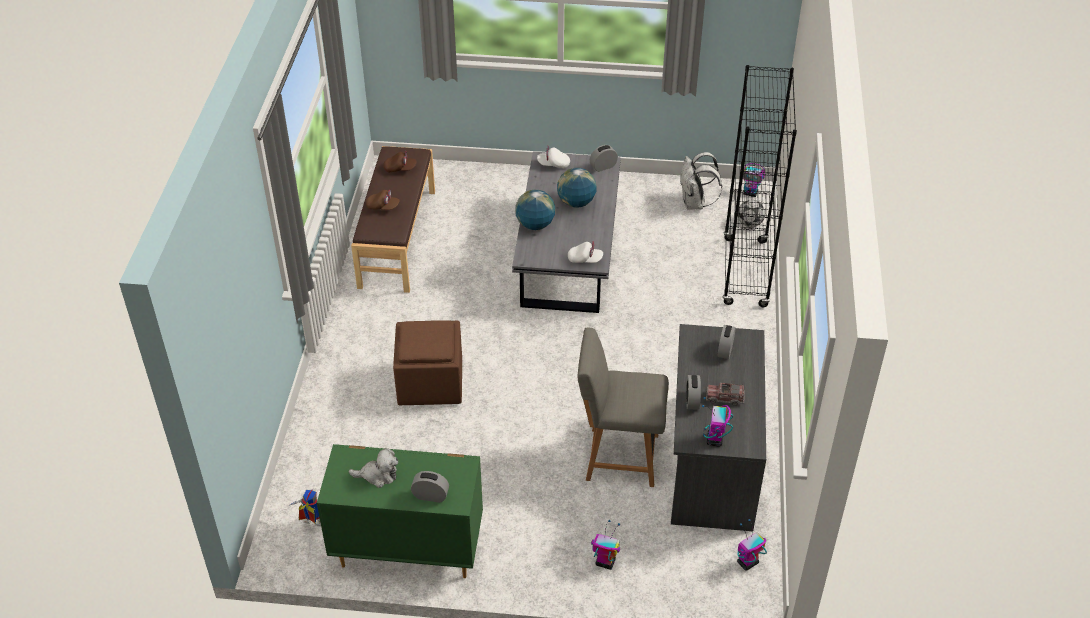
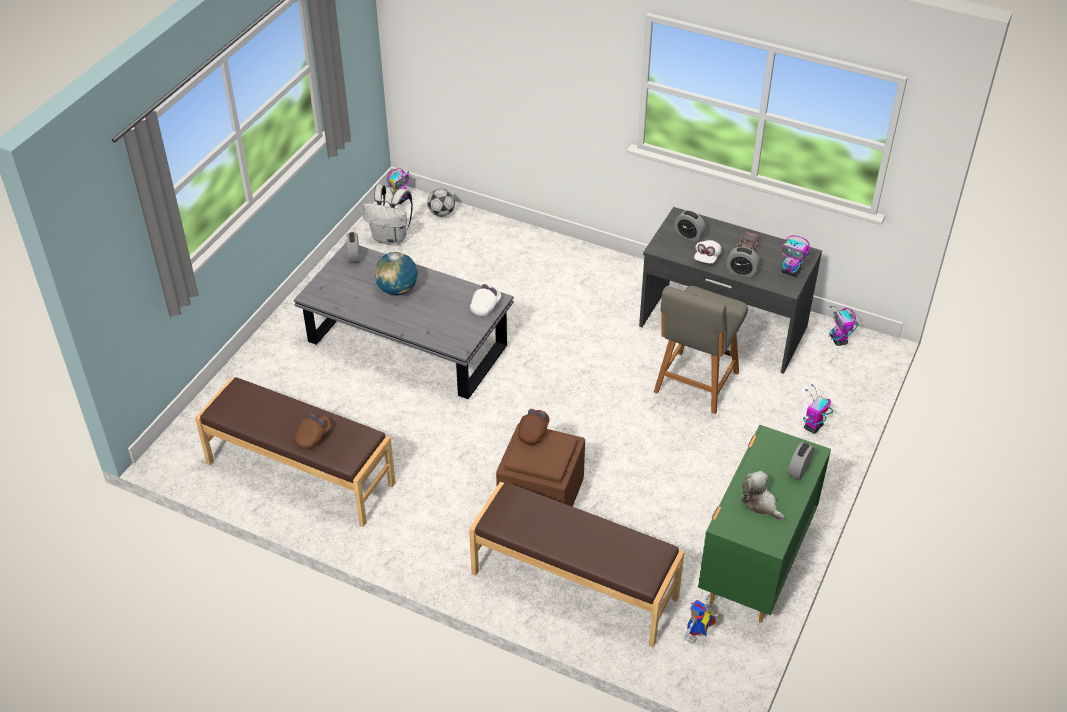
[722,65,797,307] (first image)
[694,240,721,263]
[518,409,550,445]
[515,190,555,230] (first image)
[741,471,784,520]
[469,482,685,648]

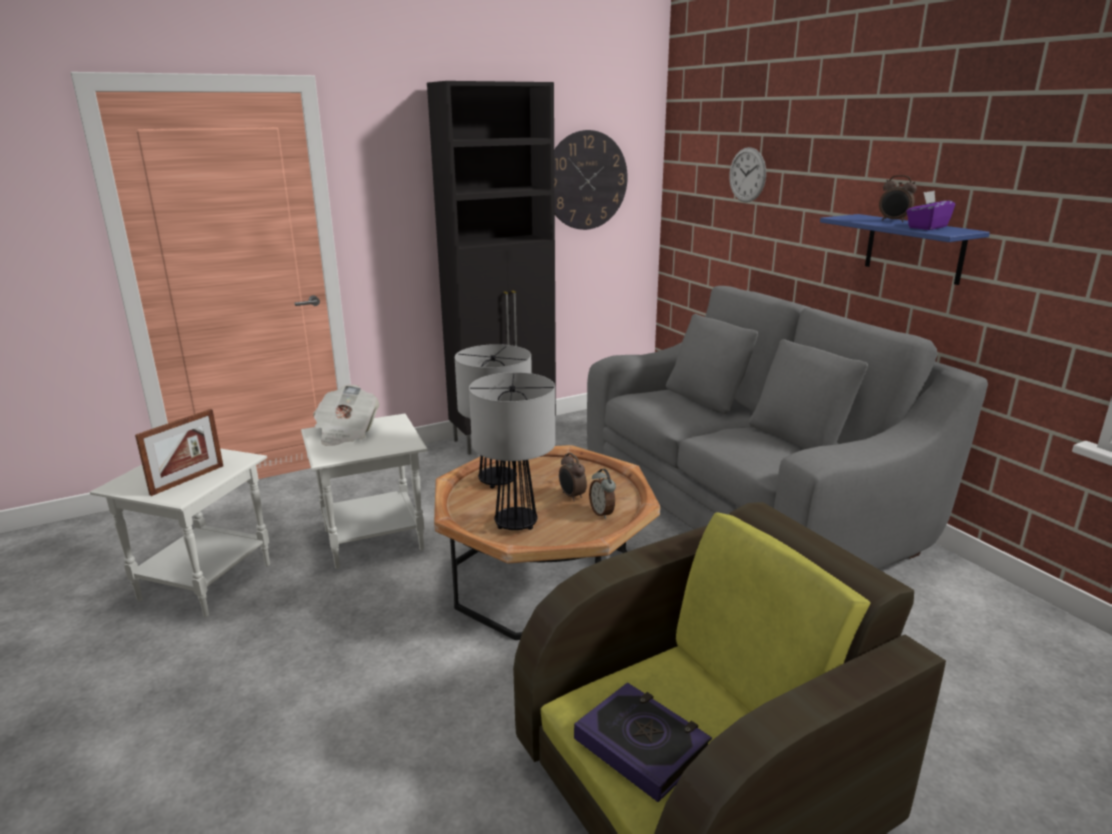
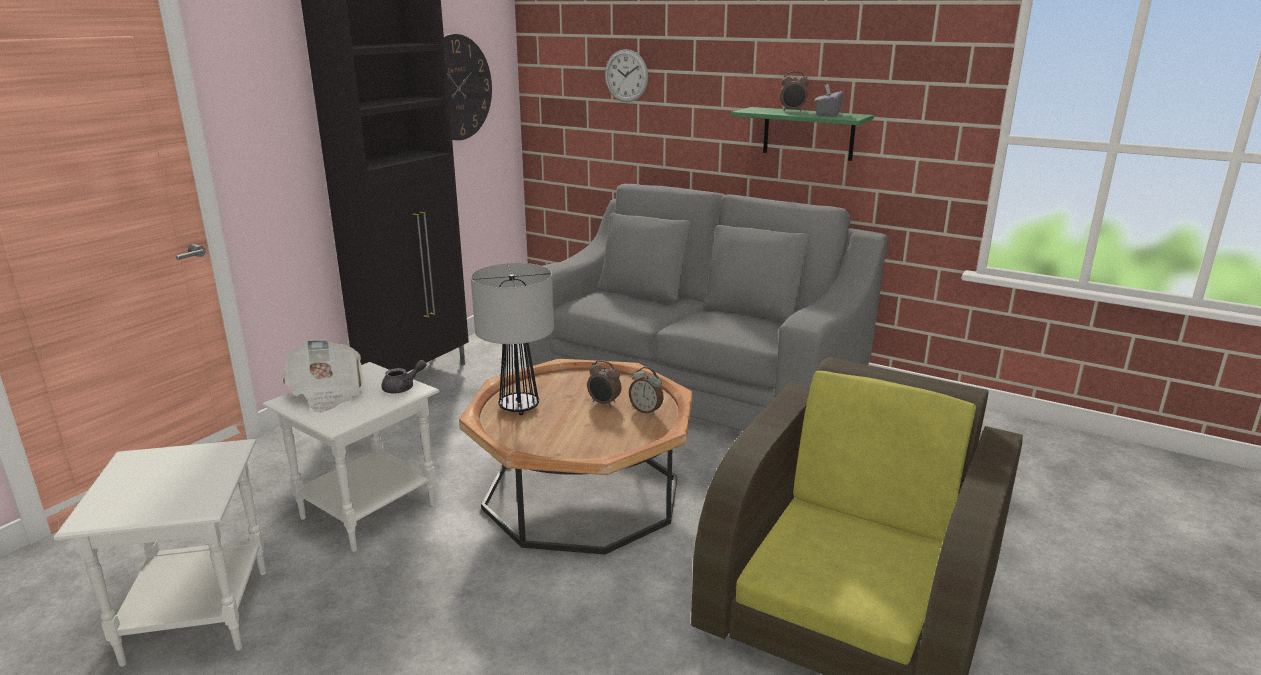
[815,83,844,116]
[731,107,874,161]
[469,372,556,530] (first image)
[135,409,223,496] (first image)
[574,682,712,802] (first image)
[381,360,426,393]

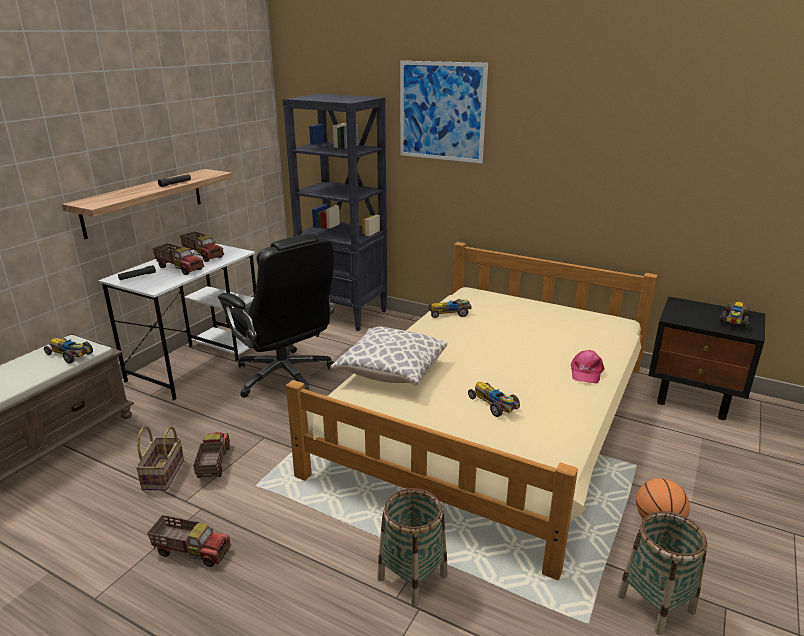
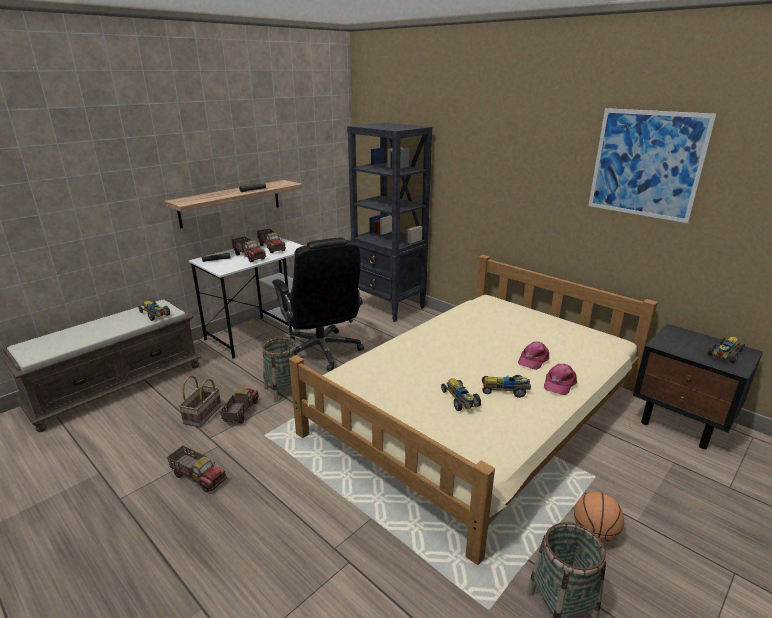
[588,108,717,223]
[482,375,531,398]
[330,327,447,386] (first image)
[262,336,297,402]
[518,341,549,370]

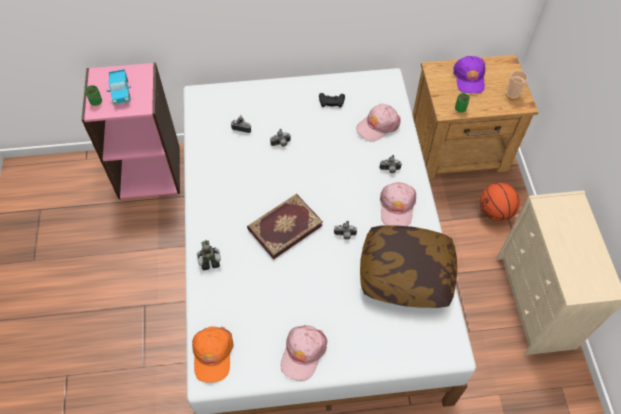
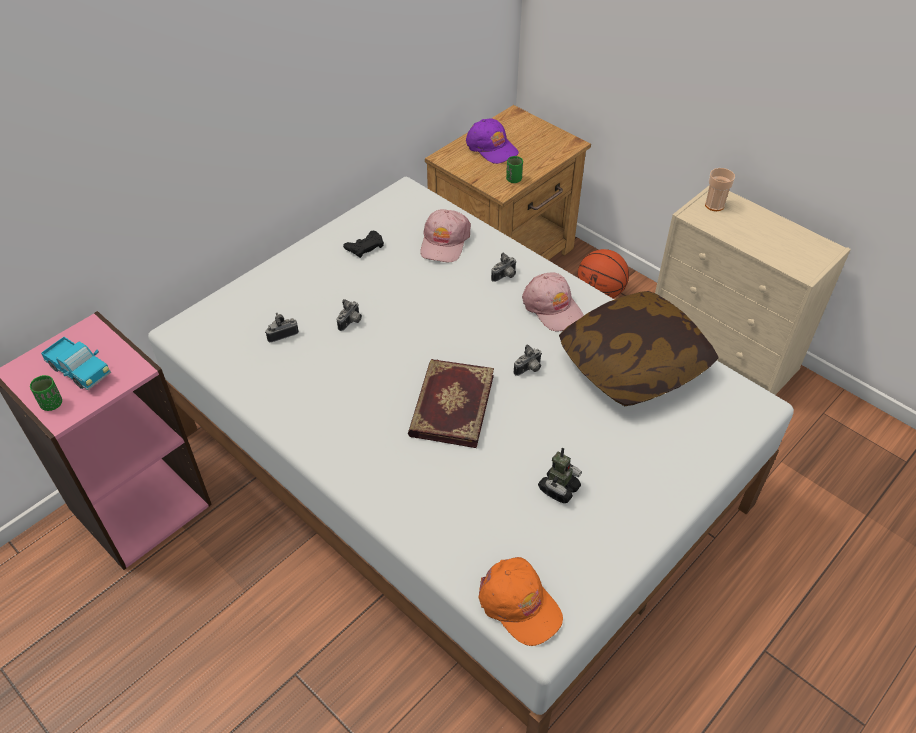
[705,168,735,211]
[538,447,582,503]
[281,325,327,381] (first image)

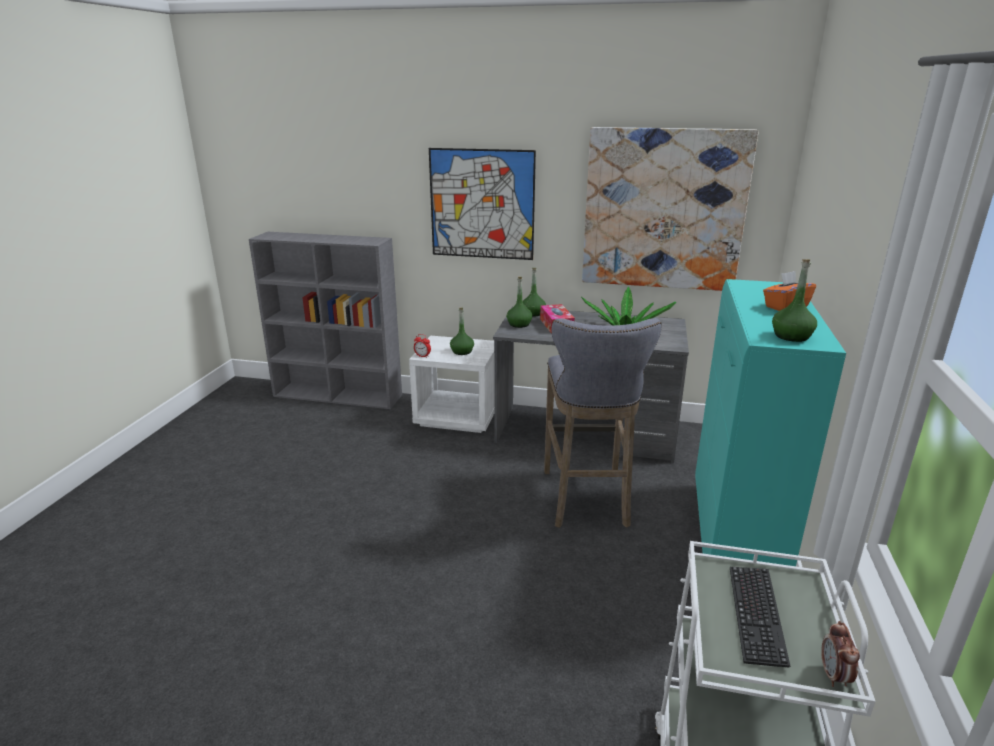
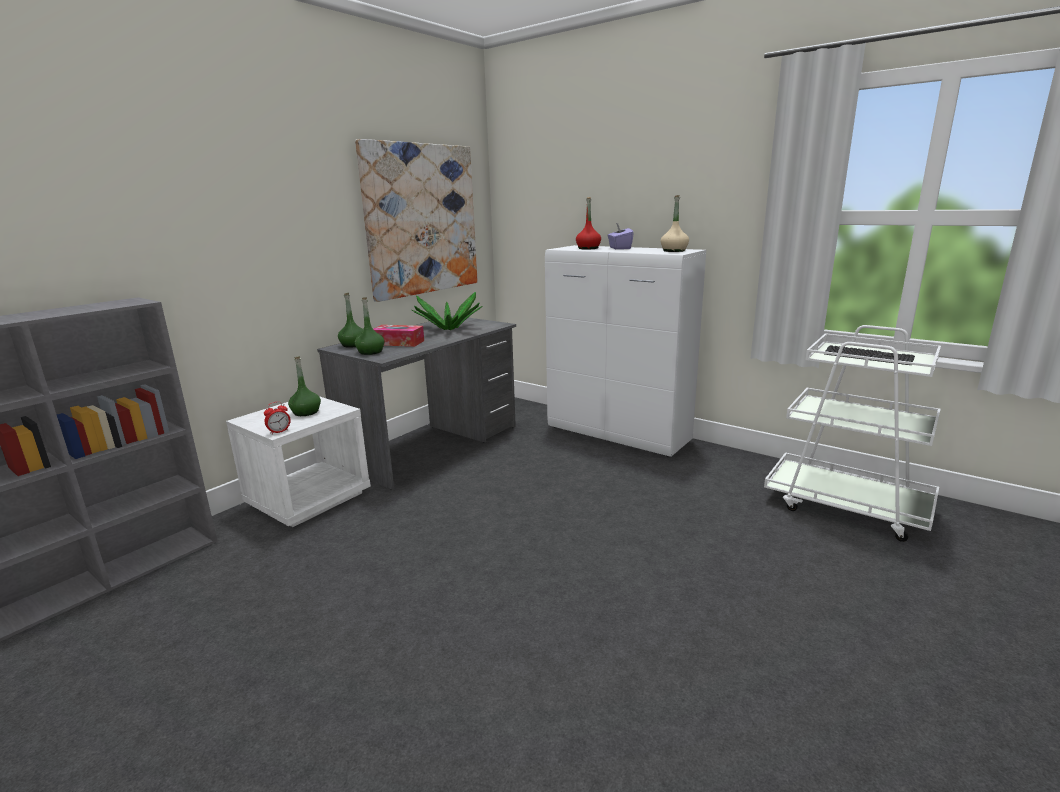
[429,148,536,260] (first image)
[661,195,689,252]
[607,223,634,249]
[545,245,706,457]
[544,318,662,528] (first image)
[821,621,860,687] (first image)
[576,197,601,249]

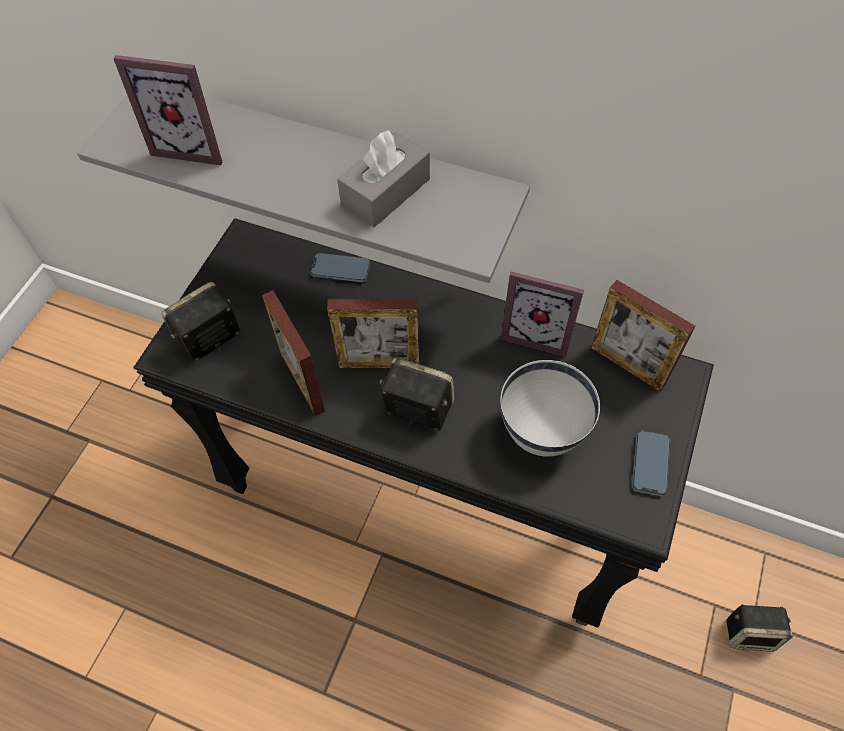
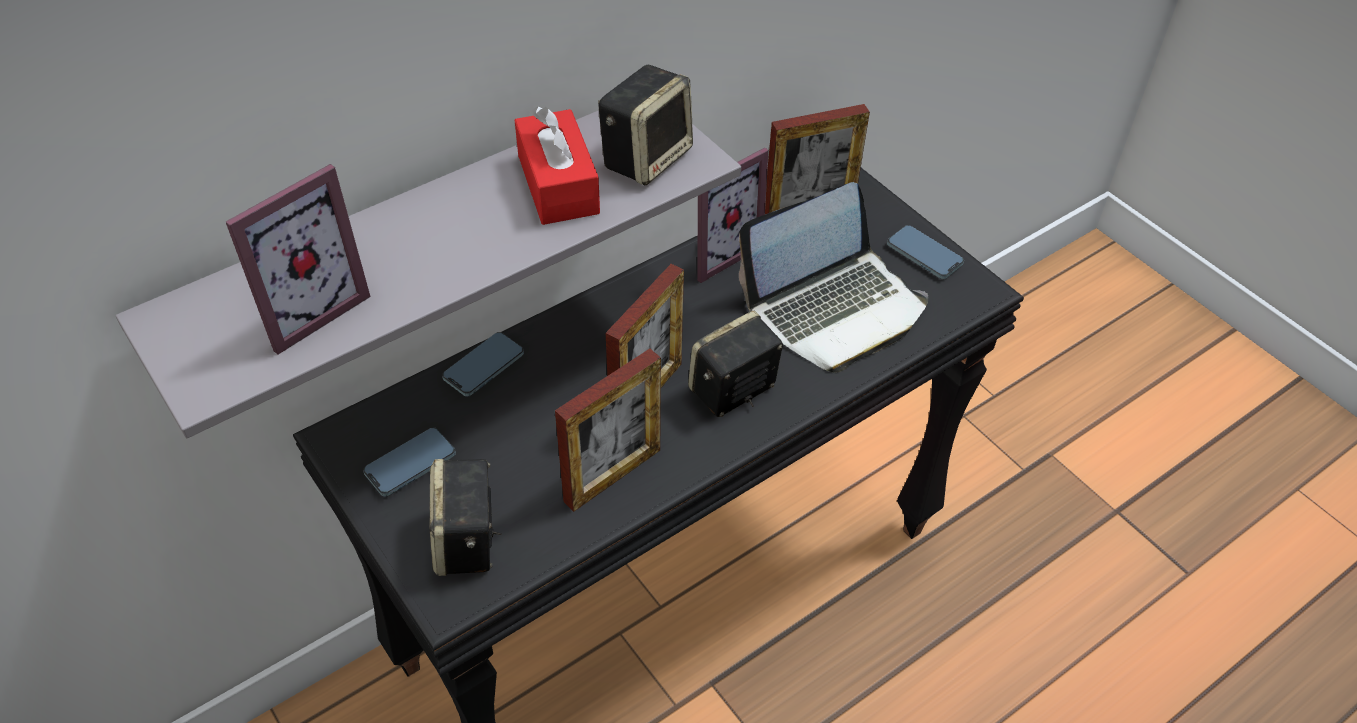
[515,107,600,225]
[555,349,661,512]
[739,182,929,373]
[598,65,693,185]
[363,427,456,497]

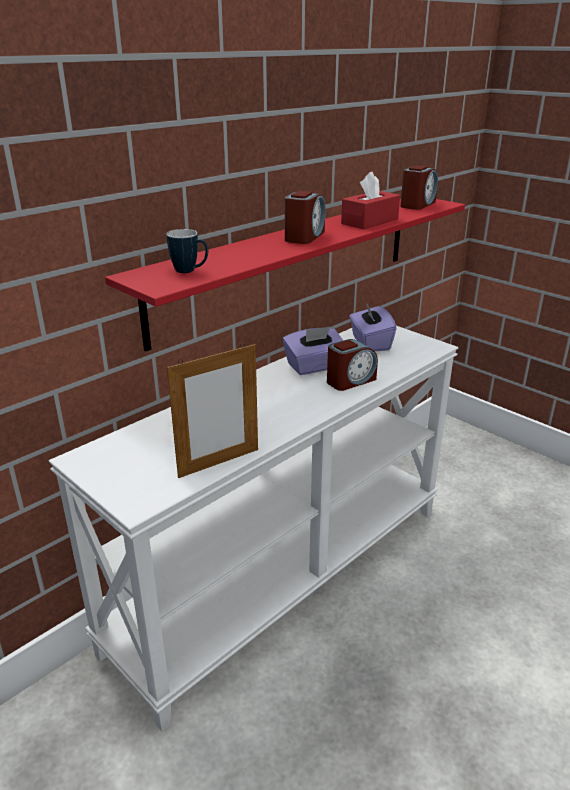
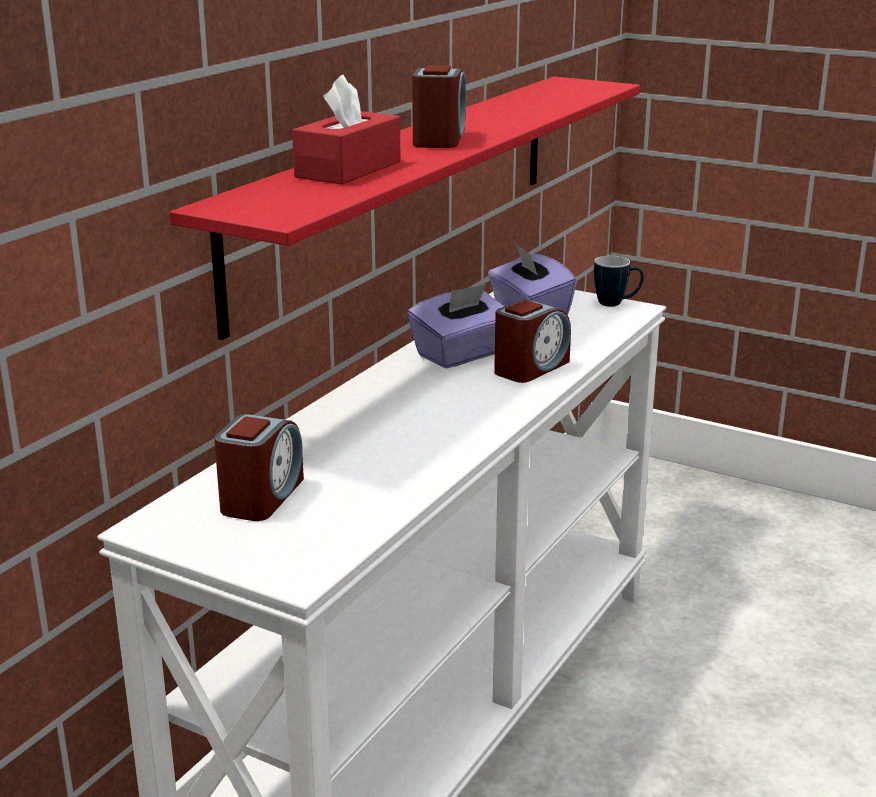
[214,414,304,521]
[292,75,401,185]
[594,256,644,307]
[167,343,258,478] (first image)

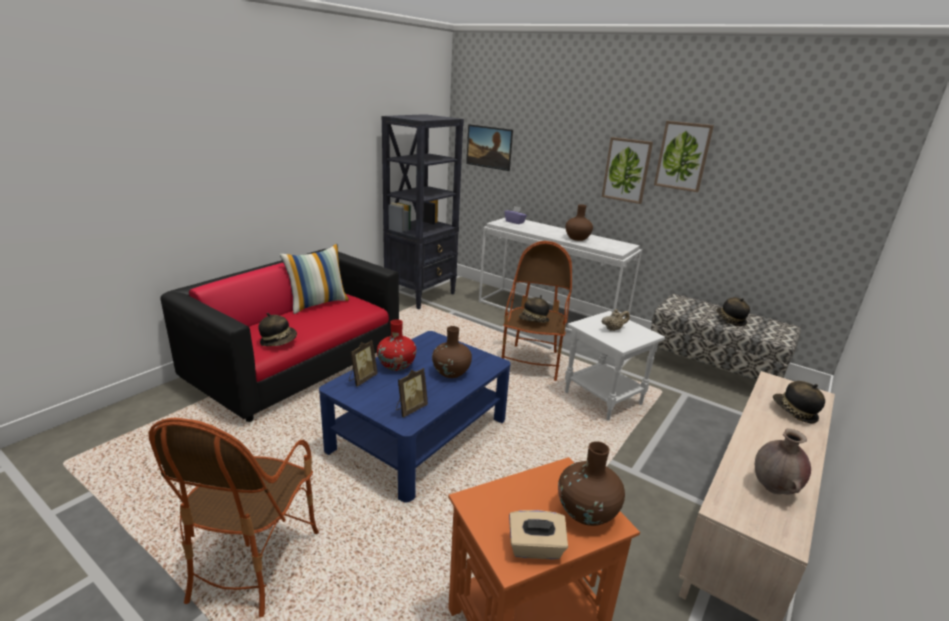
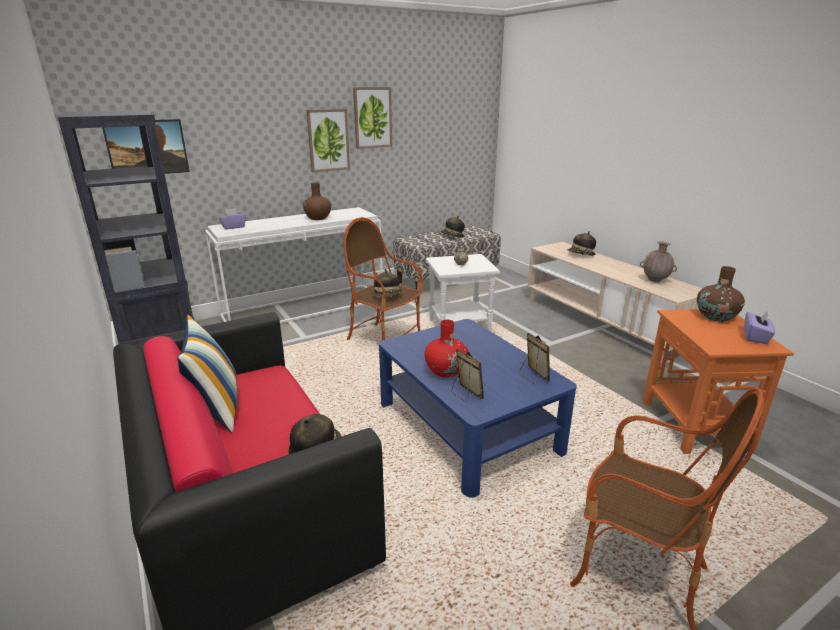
[432,326,472,378] (first image)
[744,311,775,344]

